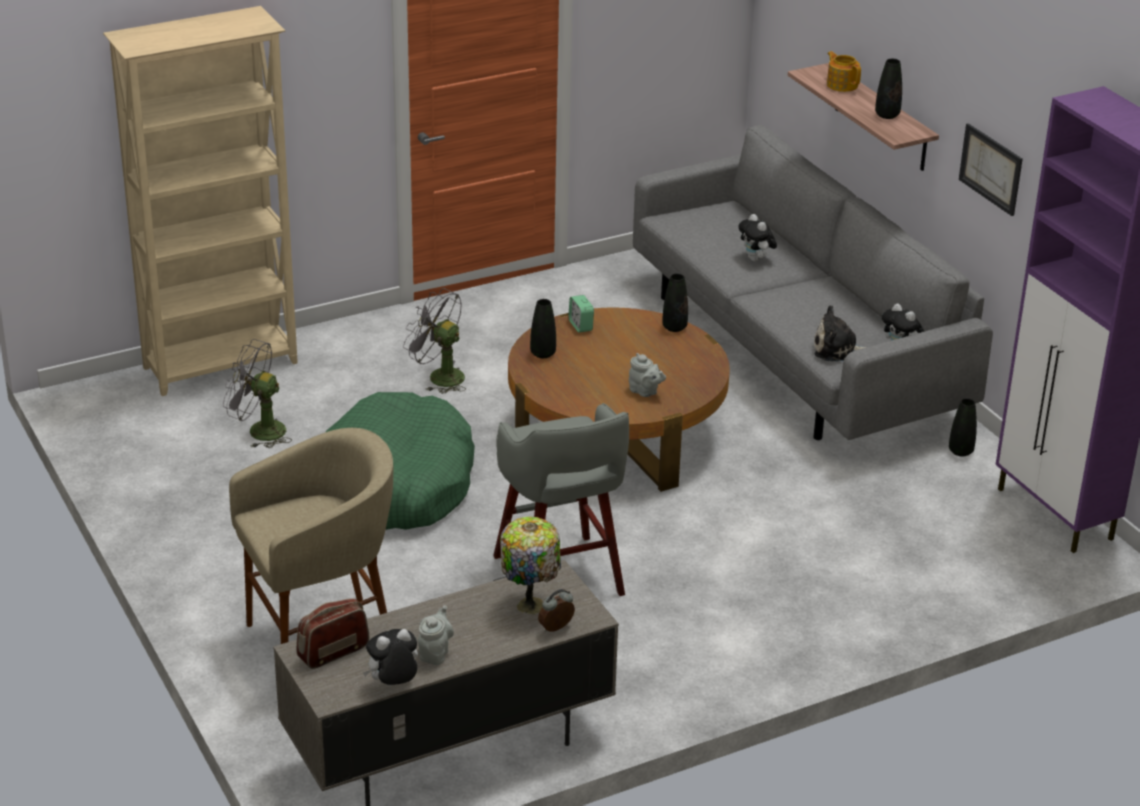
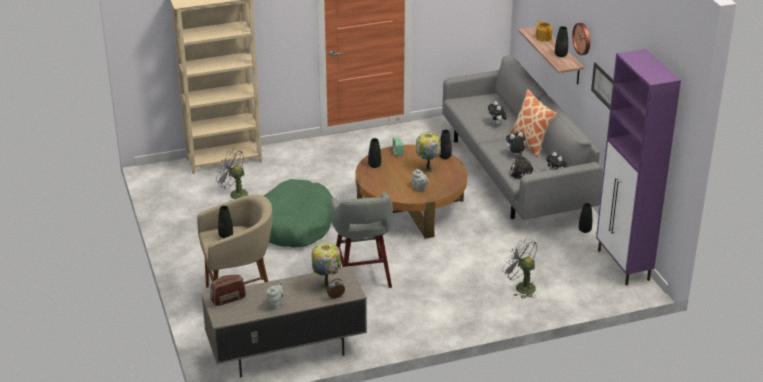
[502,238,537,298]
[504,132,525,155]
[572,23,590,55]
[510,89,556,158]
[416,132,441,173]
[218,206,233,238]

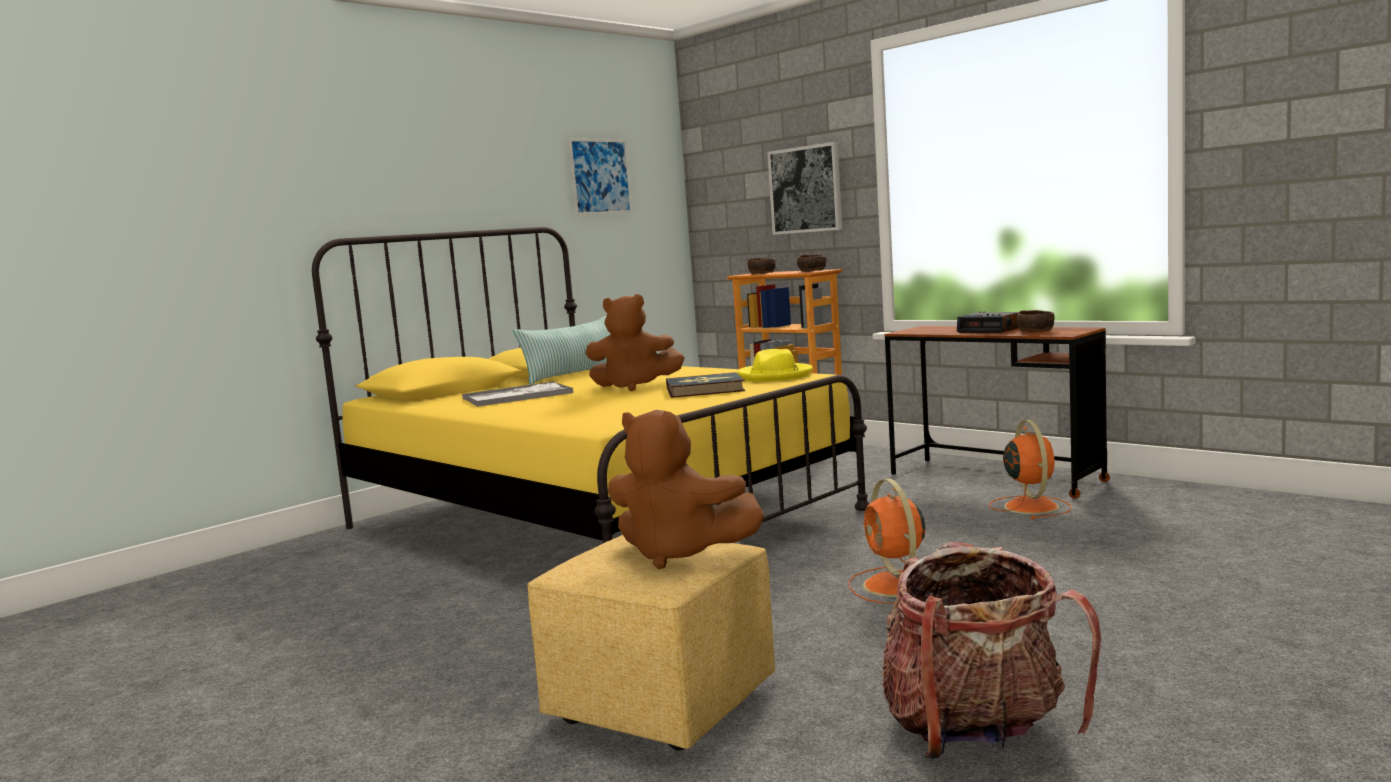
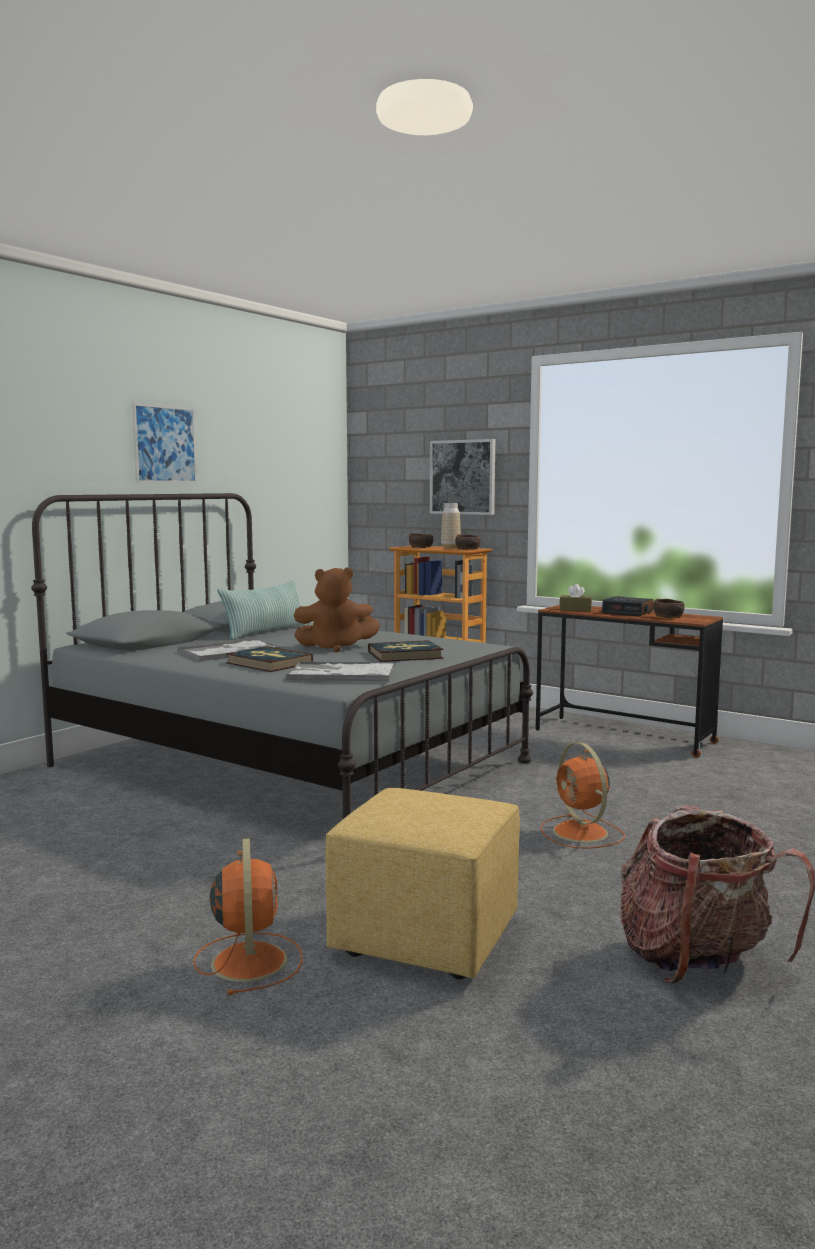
[132,403,197,483]
[31,493,533,819]
[738,349,813,382] (first image)
[608,410,764,569] (first image)
[194,838,303,995]
[441,503,461,549]
[560,584,592,611]
[226,646,313,672]
[286,661,395,681]

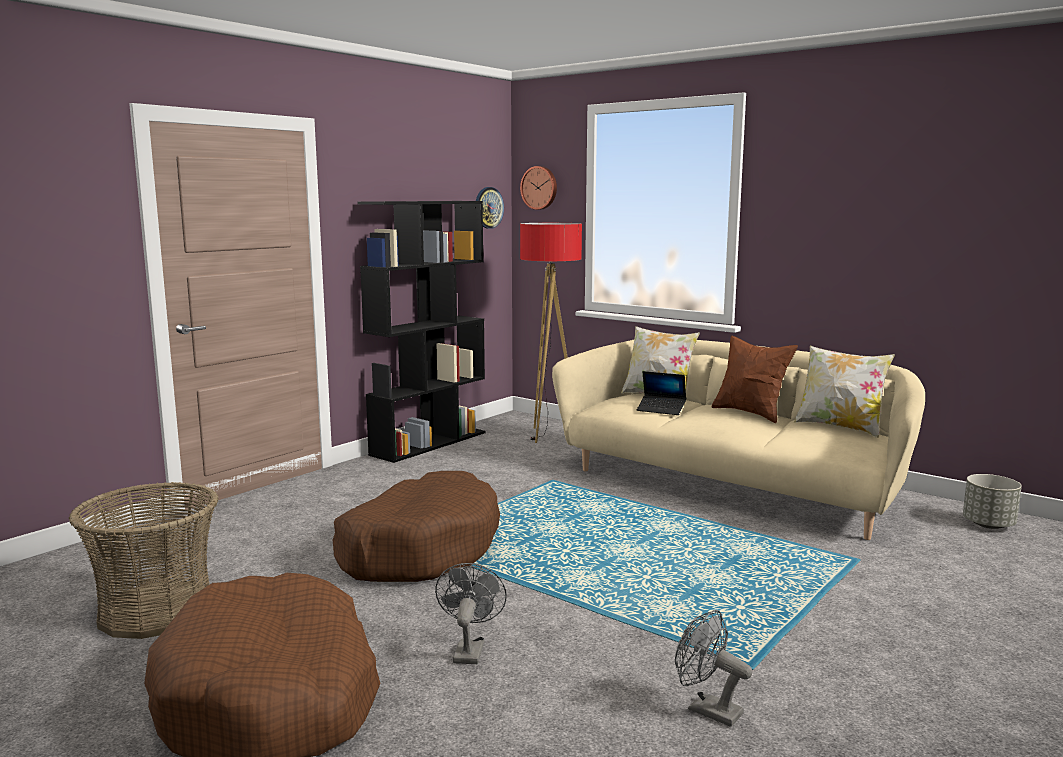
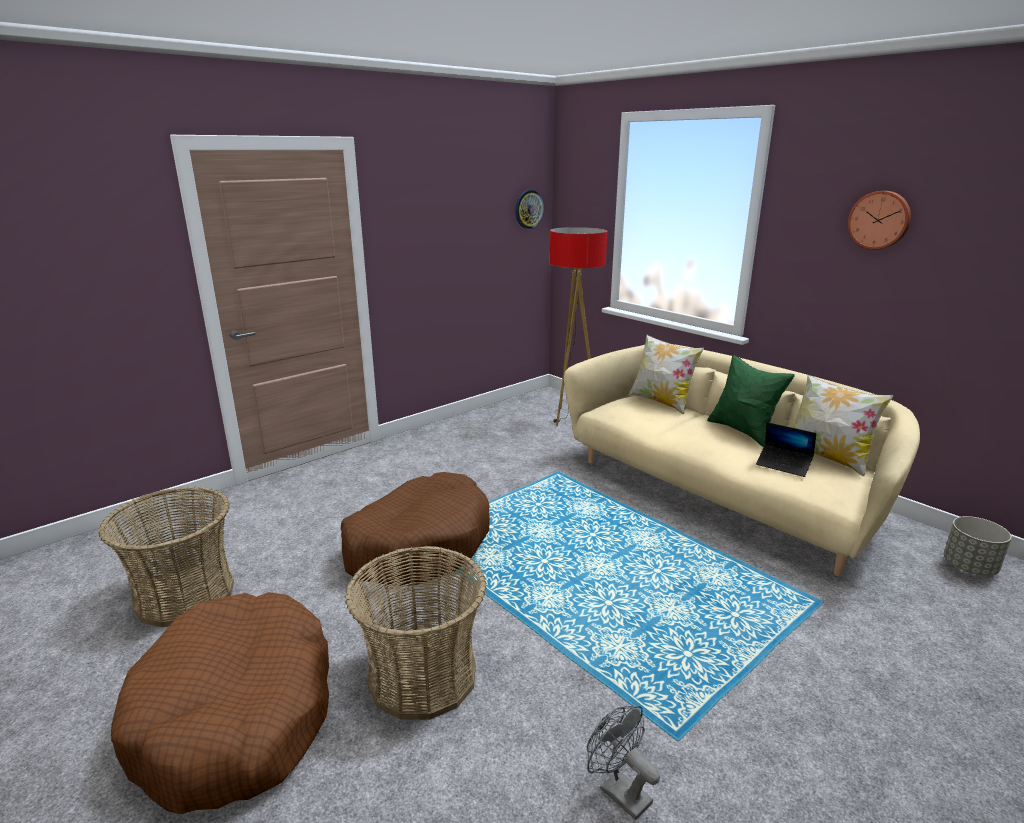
[847,191,911,250]
[357,201,486,463] (first image)
[707,355,795,447]
[756,422,816,477]
[345,546,487,720]

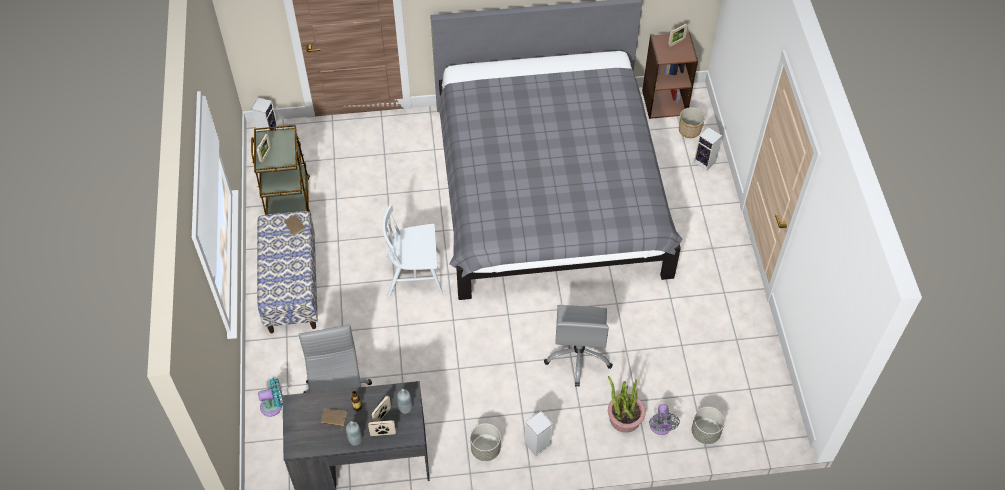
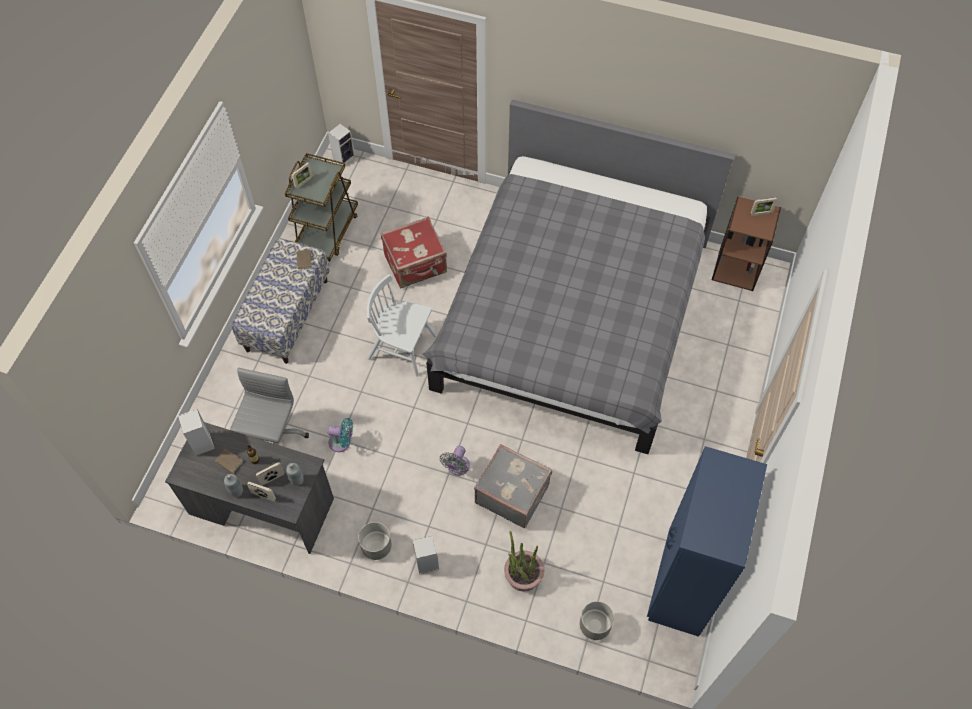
[679,107,705,138] (first image)
[178,409,215,456]
[474,444,552,528]
[327,418,353,452]
[440,446,470,476]
[380,217,447,288]
[647,446,767,637]

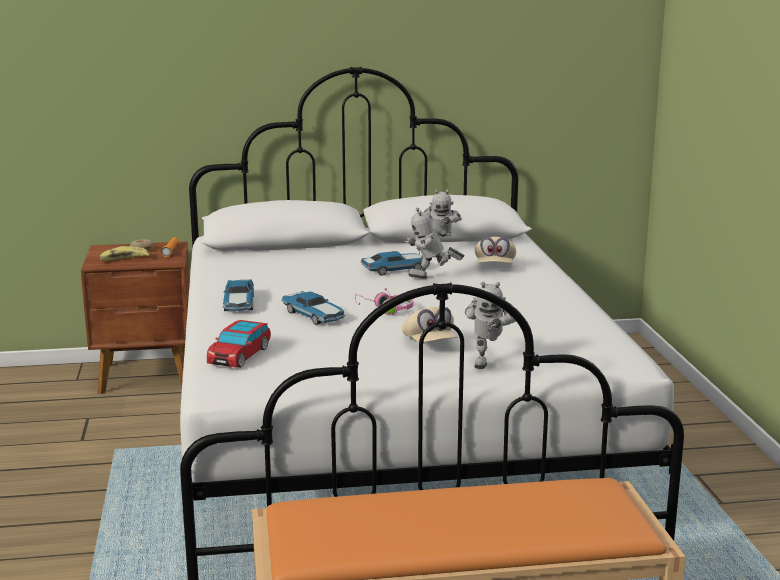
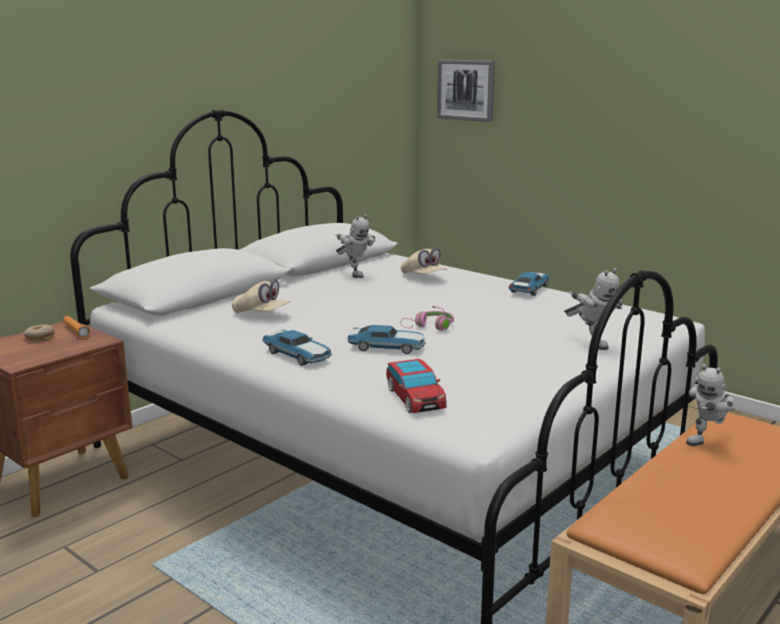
[686,364,735,446]
[100,246,151,261] (first image)
[508,272,550,296]
[232,279,291,313]
[437,60,495,122]

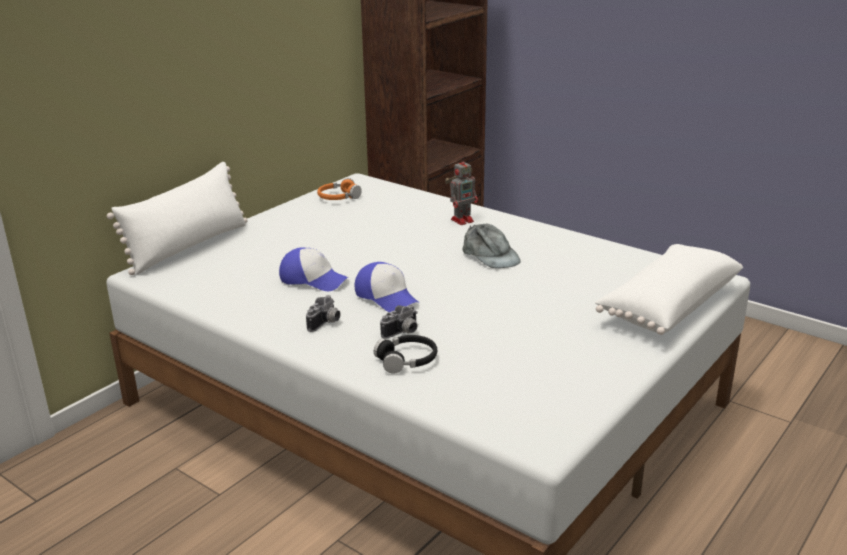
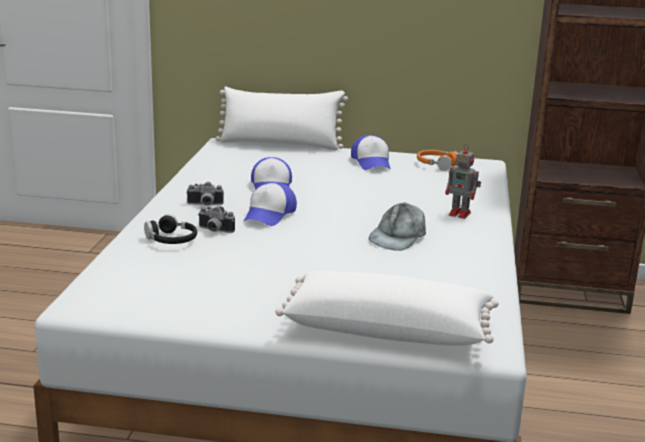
[351,135,391,170]

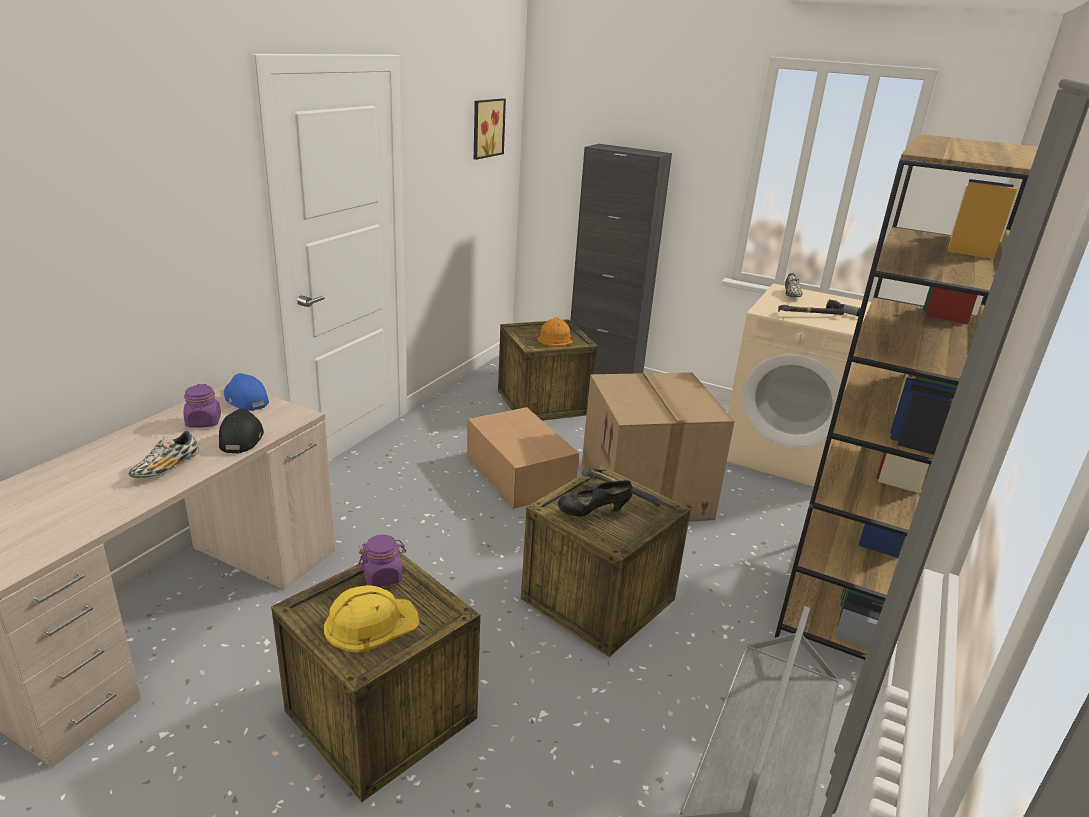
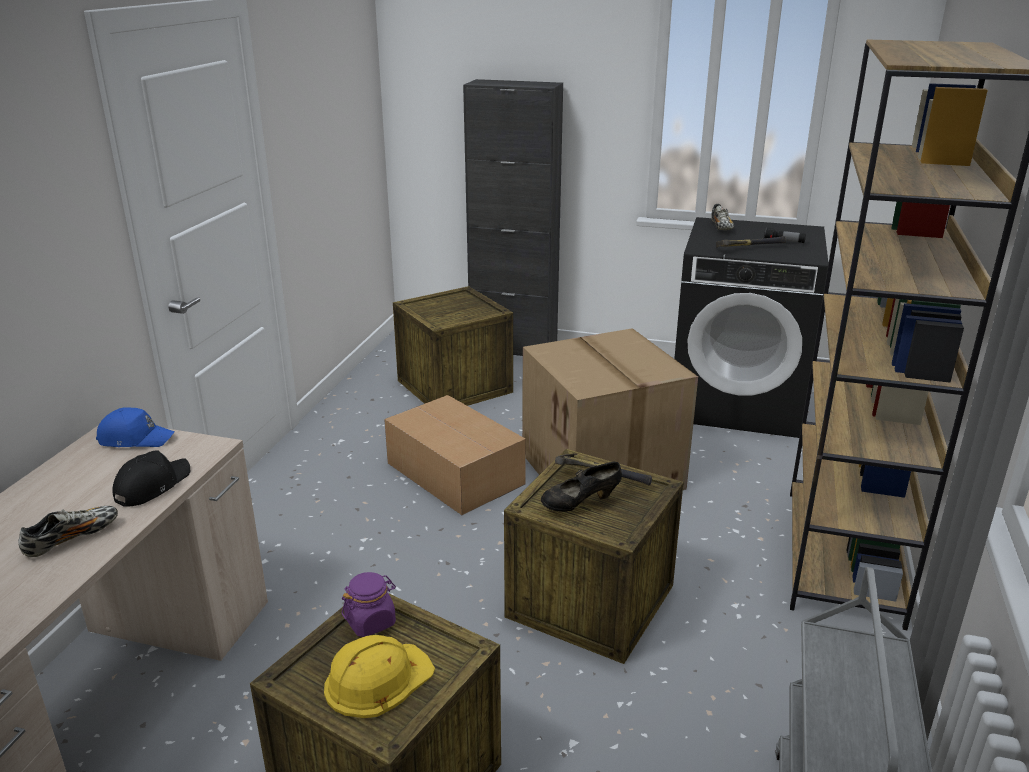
[474,98,506,160] (first image)
[674,217,828,438]
[537,317,573,347] (first image)
[96,407,175,447]
[184,384,221,428] (first image)
[112,451,190,507]
[18,506,118,557]

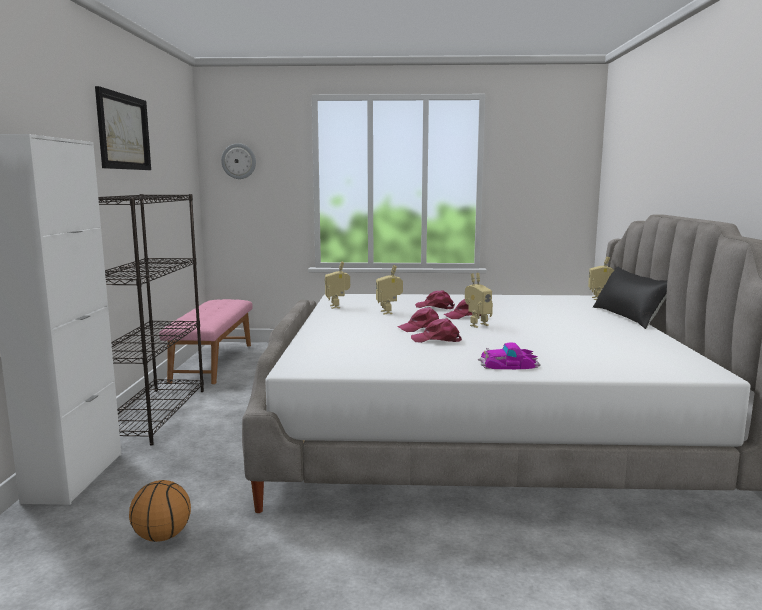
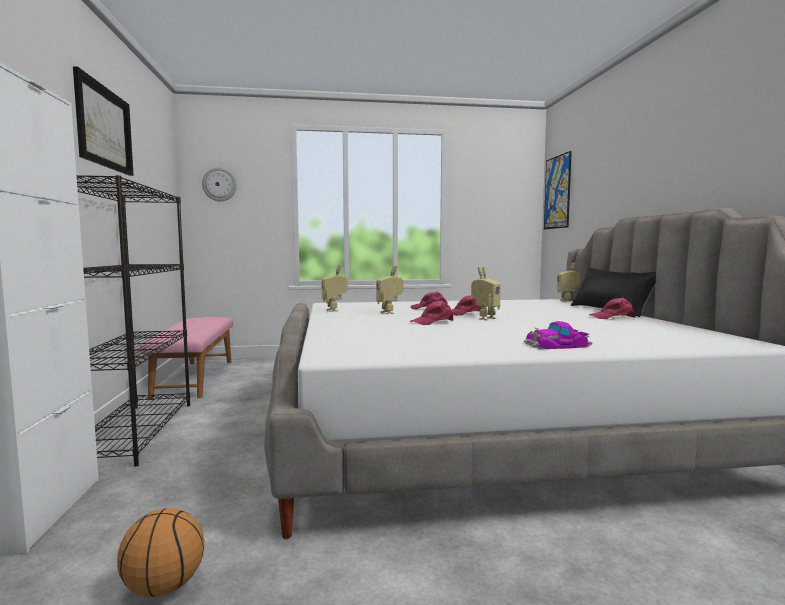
[589,298,636,319]
[544,151,572,229]

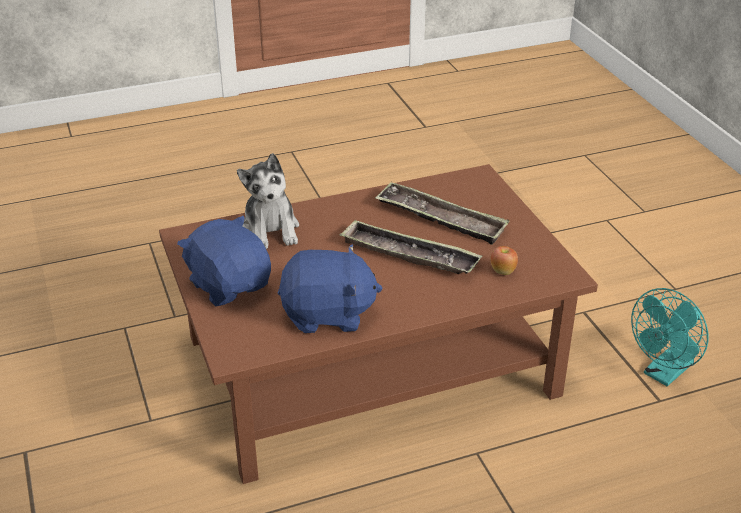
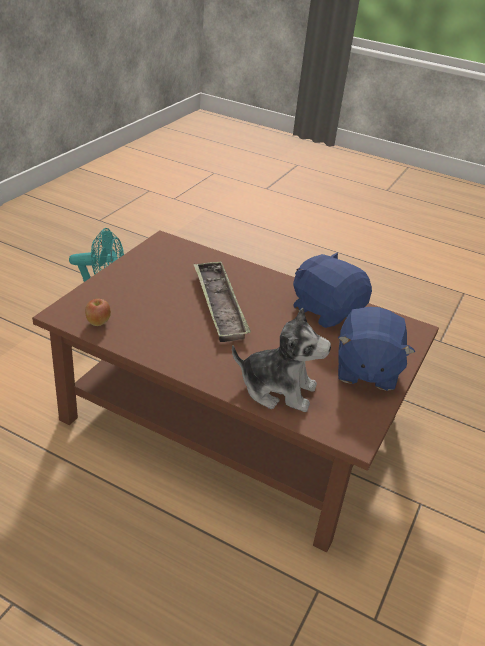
[232,308,331,412]
[375,182,510,245] (first image)
[85,299,111,326]

